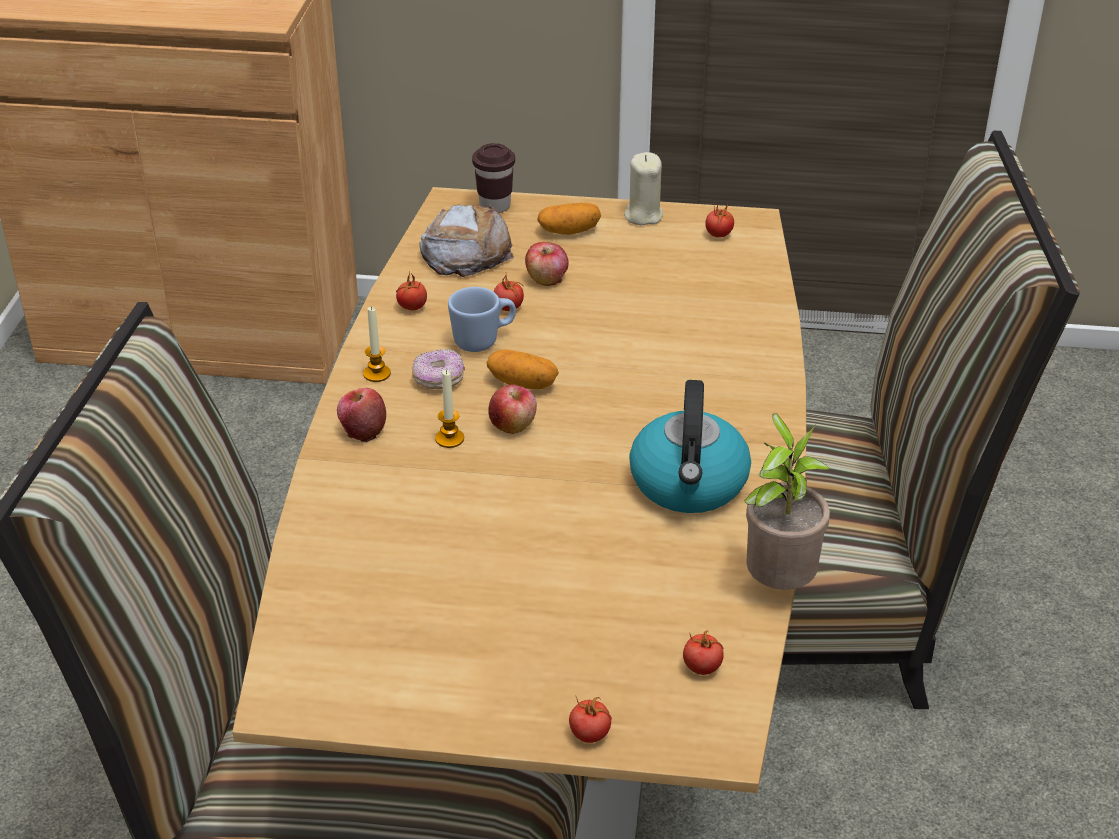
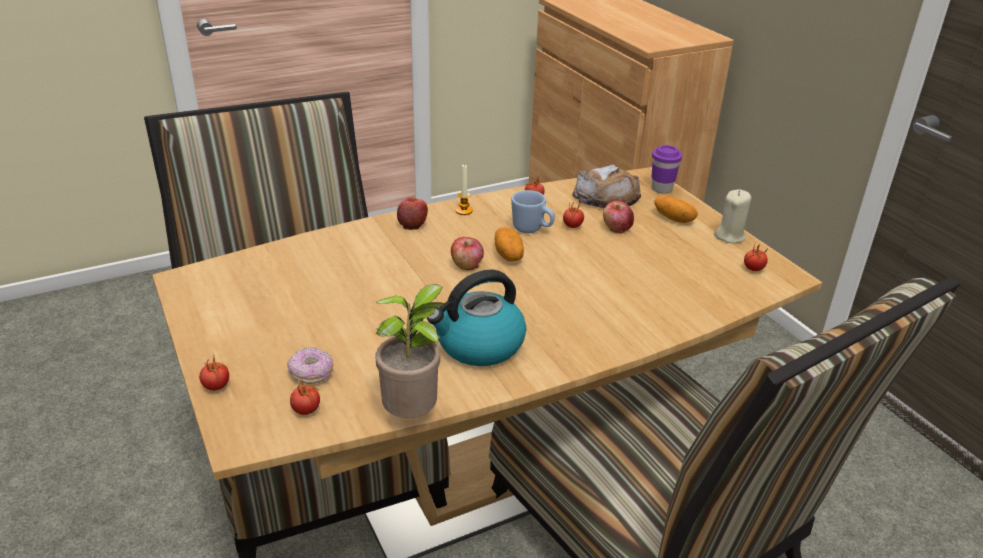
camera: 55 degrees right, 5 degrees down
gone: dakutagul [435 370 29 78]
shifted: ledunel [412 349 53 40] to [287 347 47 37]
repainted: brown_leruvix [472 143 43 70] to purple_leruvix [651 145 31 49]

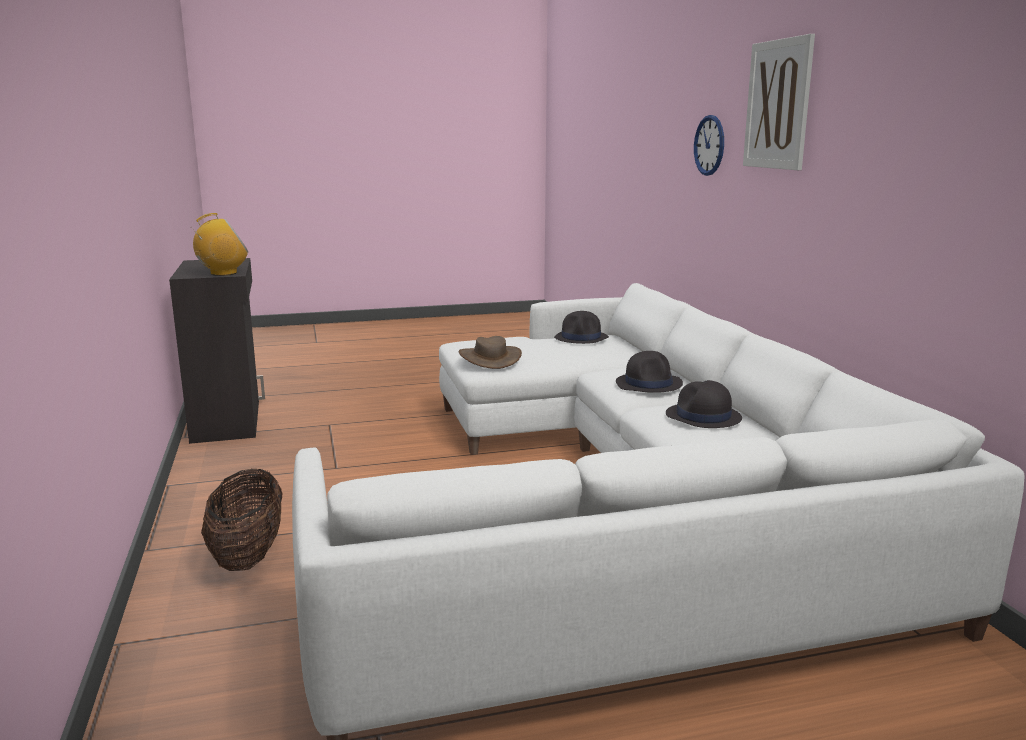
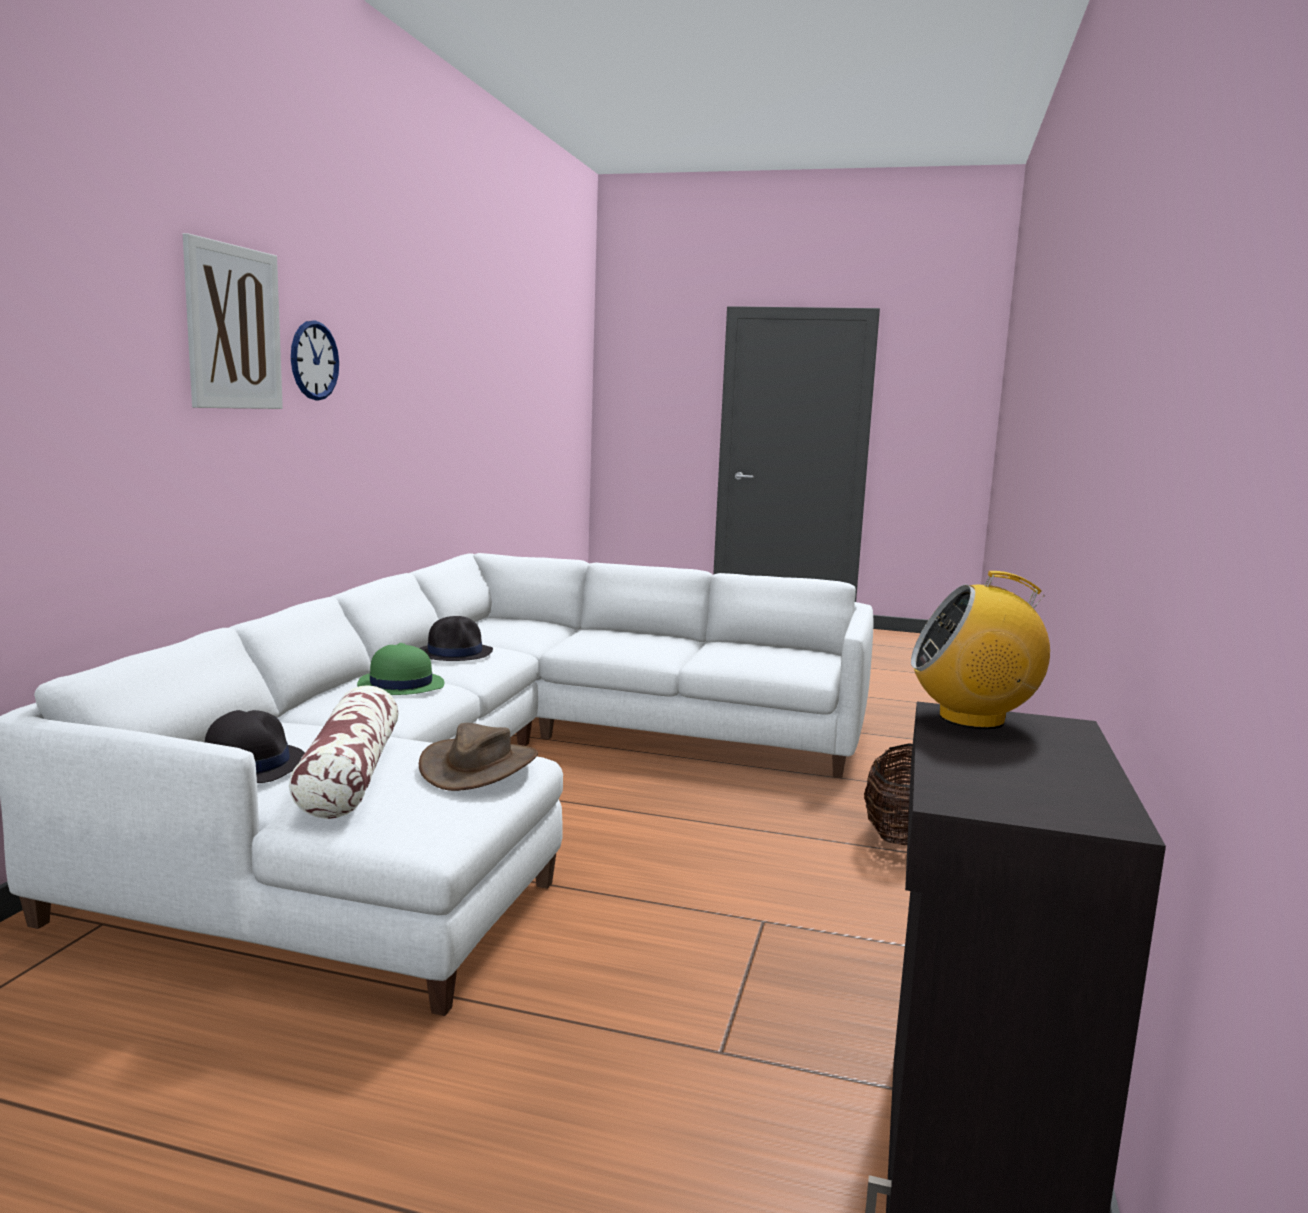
camera: 150 degrees left, 5 degrees down
new: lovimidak [289 685 110 134]
shifted: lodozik [694 115 30 61] to [291 321 48 79]
repainted: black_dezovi [616 351 67 42] to green_dezovi [357 643 87 52]

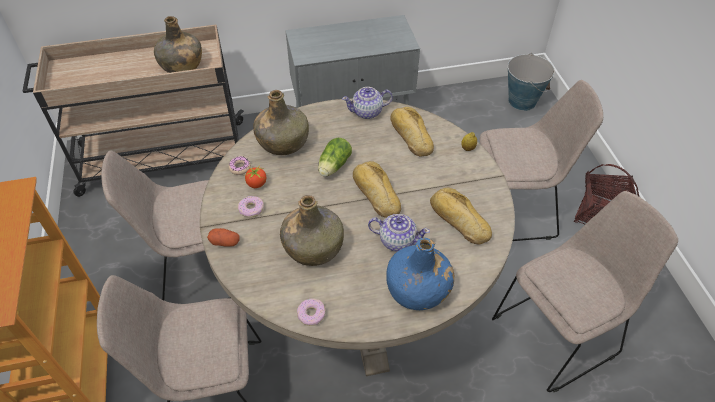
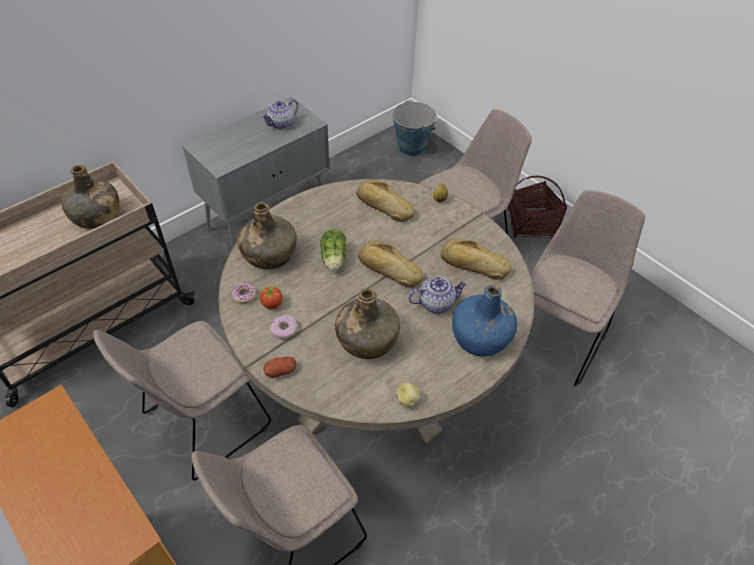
camera: 30 degrees left, 0 degrees up
shifted: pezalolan [342 87 51 32] to [261 99 37 30]
swapped: ledunel [297 299 28 27] to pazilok [396 383 24 24]

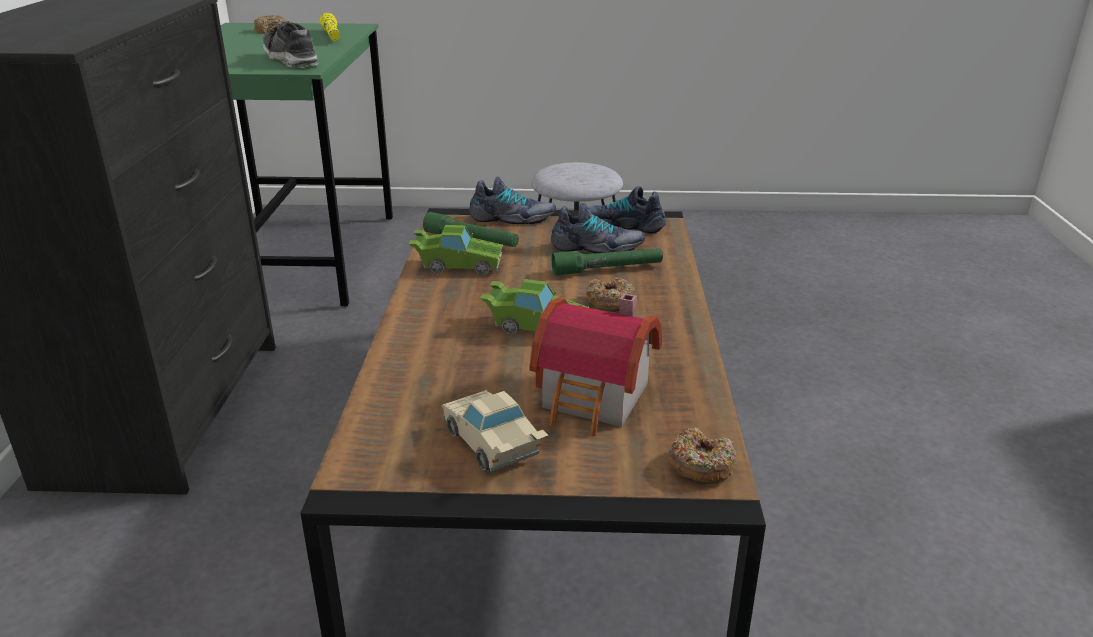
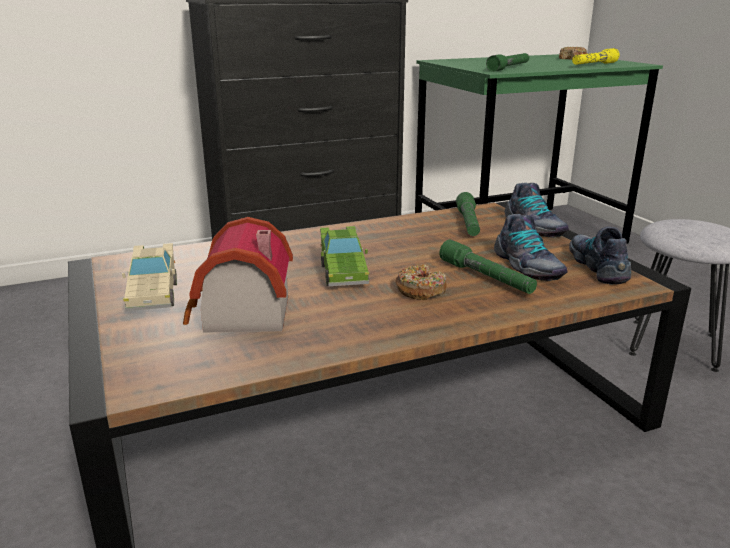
camera: 65 degrees right, 5 degrees down
gone: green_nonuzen [408 225 95 51]; ledunel [669 428 68 56]
swapped: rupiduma [263 21 56 46] to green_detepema [486 53 43 19]
rotated: beige_nonuzen [441 390 107 82] = [122 243 55 68] 135 degrees clockwise

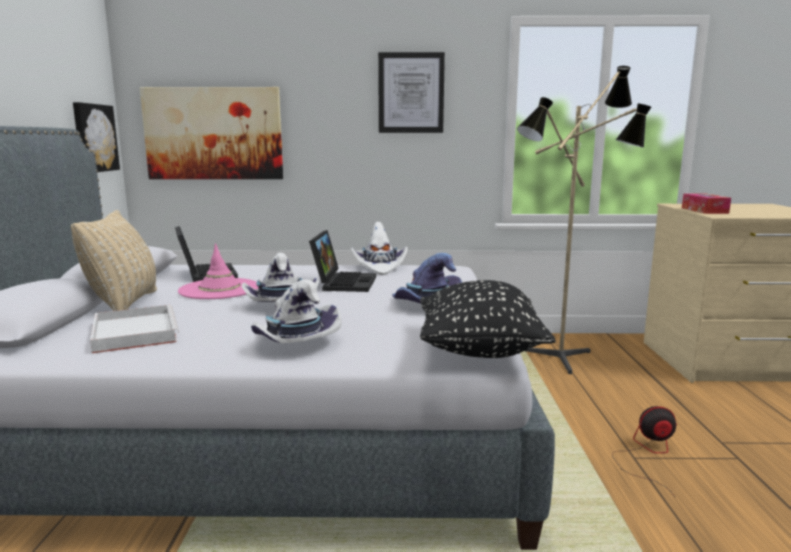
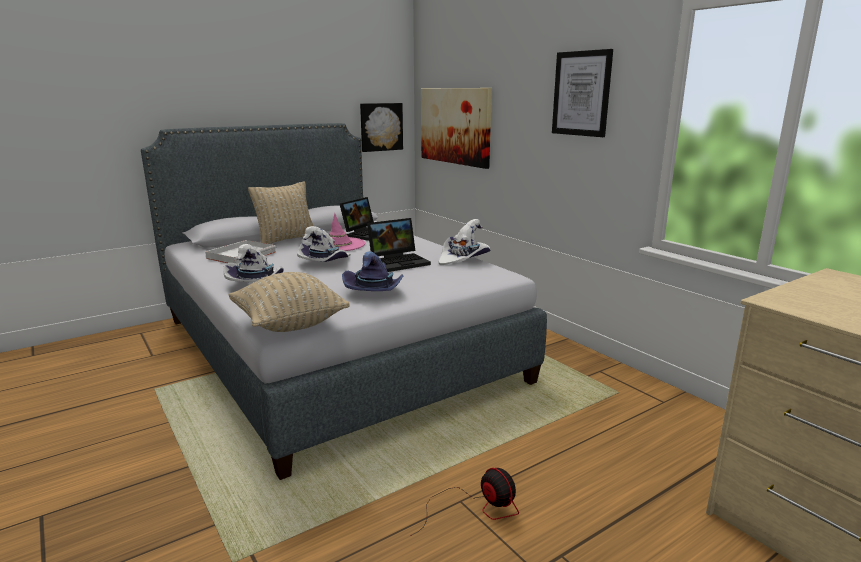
camera: 55 degrees right, 5 degrees up
gone: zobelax [517 66 134 308]; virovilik [682 193 49 21]
repainted: black_lovimidak [420 280 136 78] to beige_lovimidak [228 272 122 60]

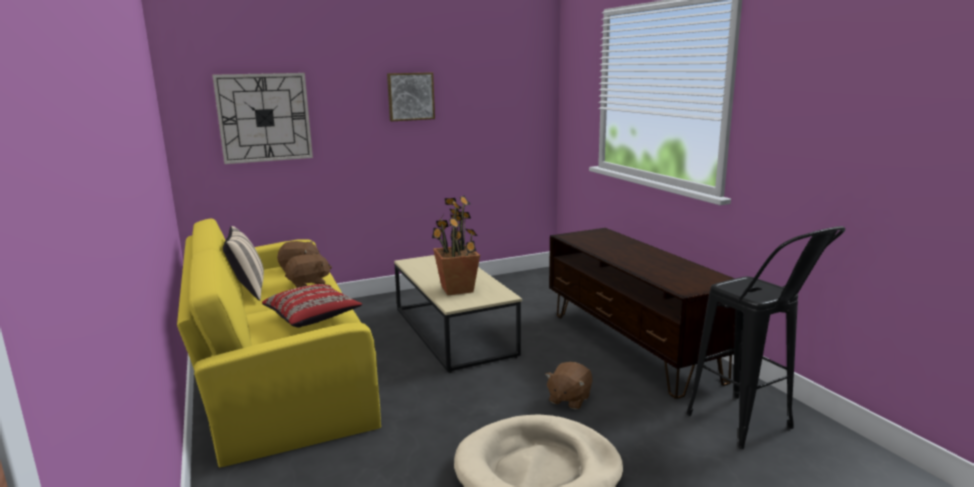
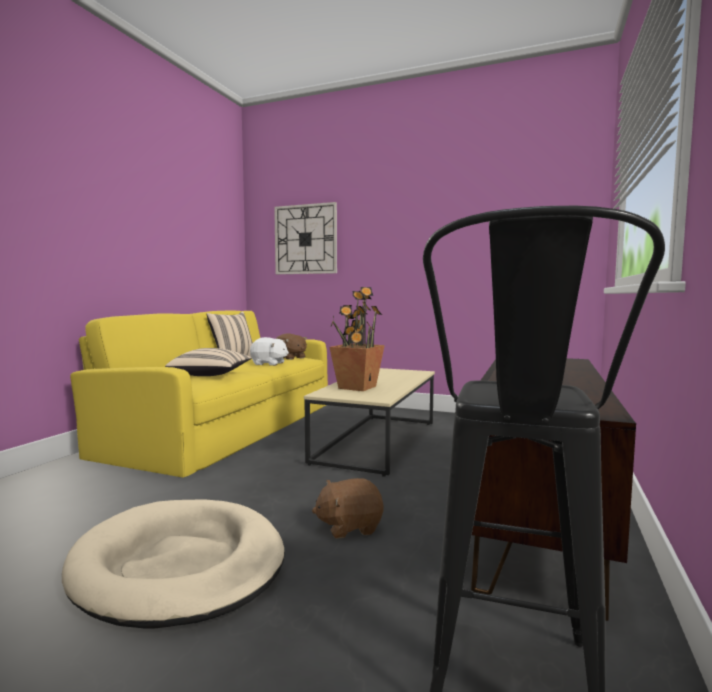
camera: 45 degrees right, 10 degrees down
gone: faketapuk [387 72 48 49]
repainted: red_lovimidak [262 284 100 44] to beige_lovimidak [165 348 87 28]; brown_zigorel [285 253 47 35] to white_zigorel [250 337 39 29]

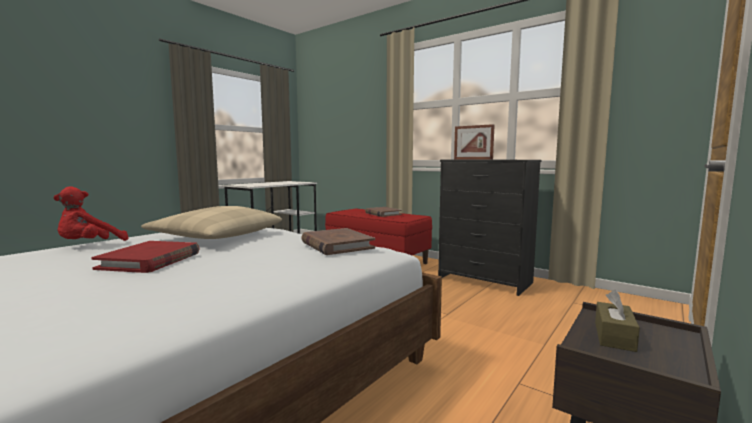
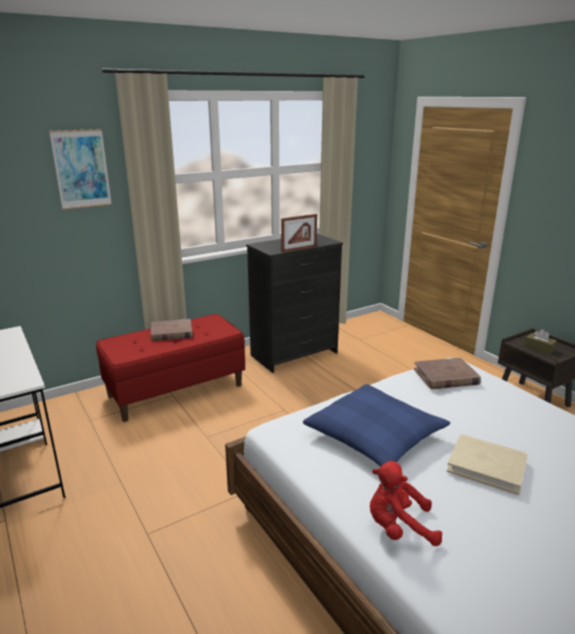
camera: 70 degrees left, 15 degrees up
new: faketapuk [49 129 63 81]
repainted: beige_lovimidak [141 206 141 33] to blue_lovimidak [303 384 147 83]; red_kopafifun [91 241 109 32] to beige_kopafifun [447 434 81 61]
rotated: red_zigorel [53 186 75 55] = [370 461 72 85] 135 degrees clockwise

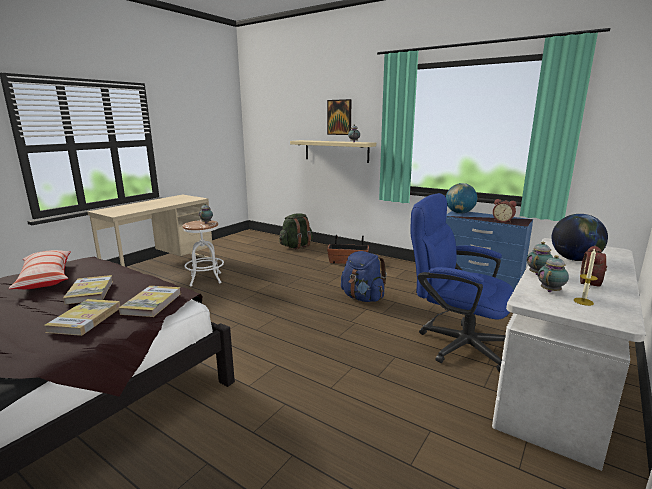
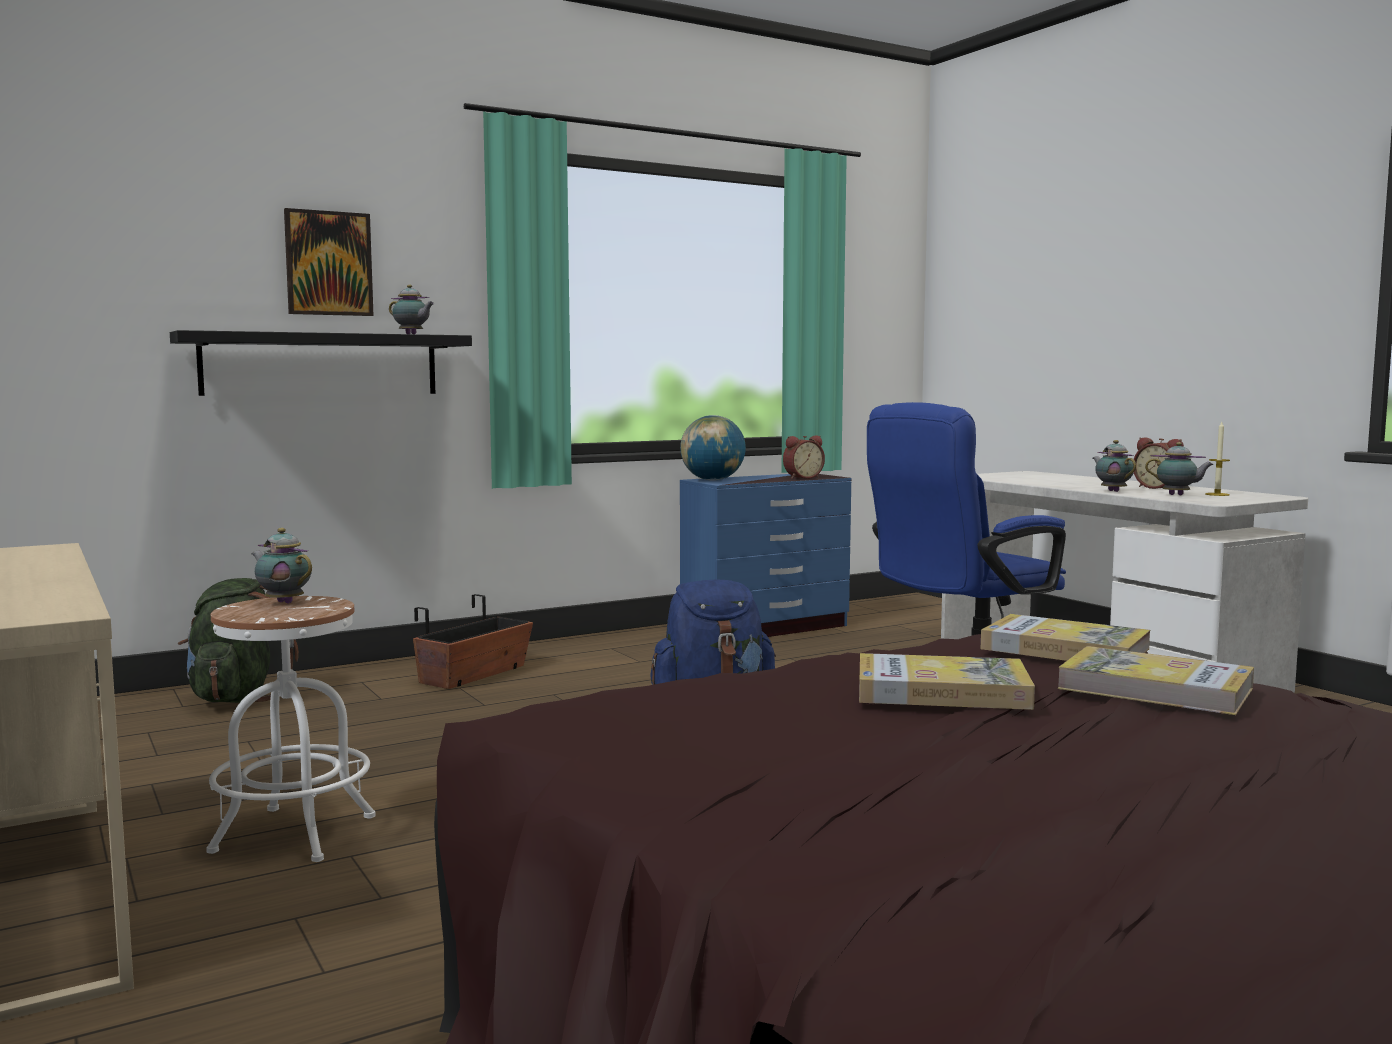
camera: 65 degrees left, 10 degrees down
gone: lovimidak [8 250 63 39]; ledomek [552 214 56 47]
repainted: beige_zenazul [290 140 86 23] to black_zenazul [170 330 302 66]
rotated: pezalolan [538 255 31 37] = [1145 442 69 53] 135 degrees clockwise

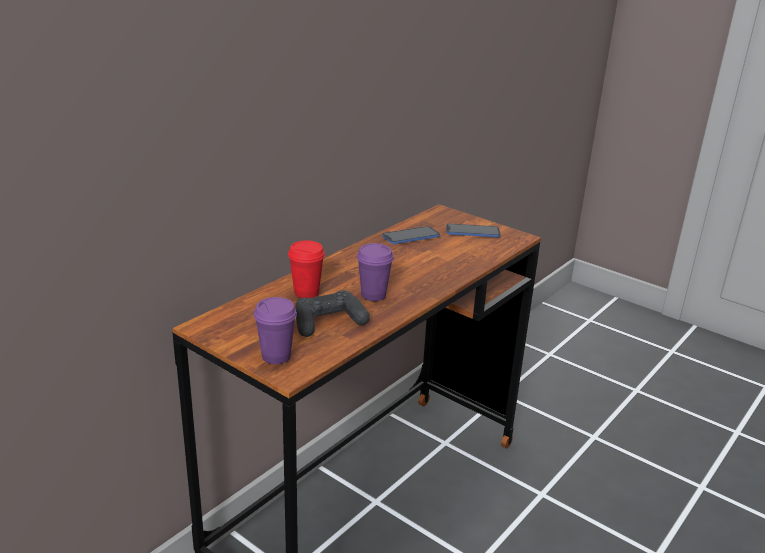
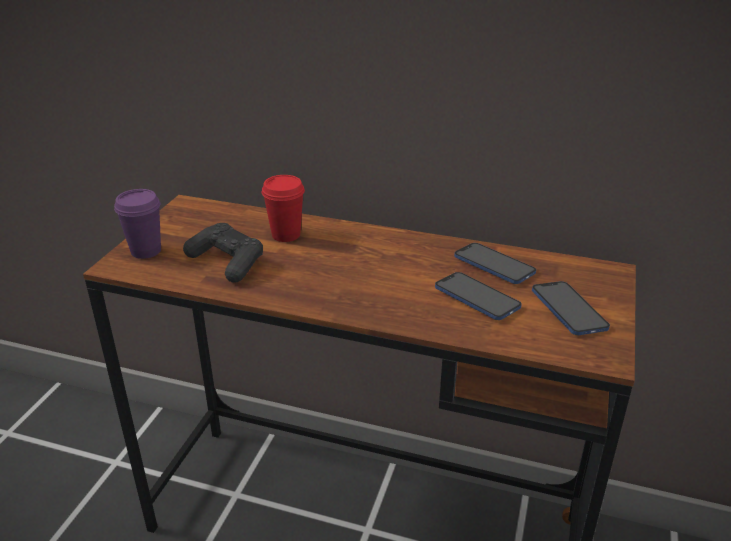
camera: 70 degrees right, 5 degrees up
gone: purple_leruvix [357 243 37 58]
new: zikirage [435 272 87 48]

